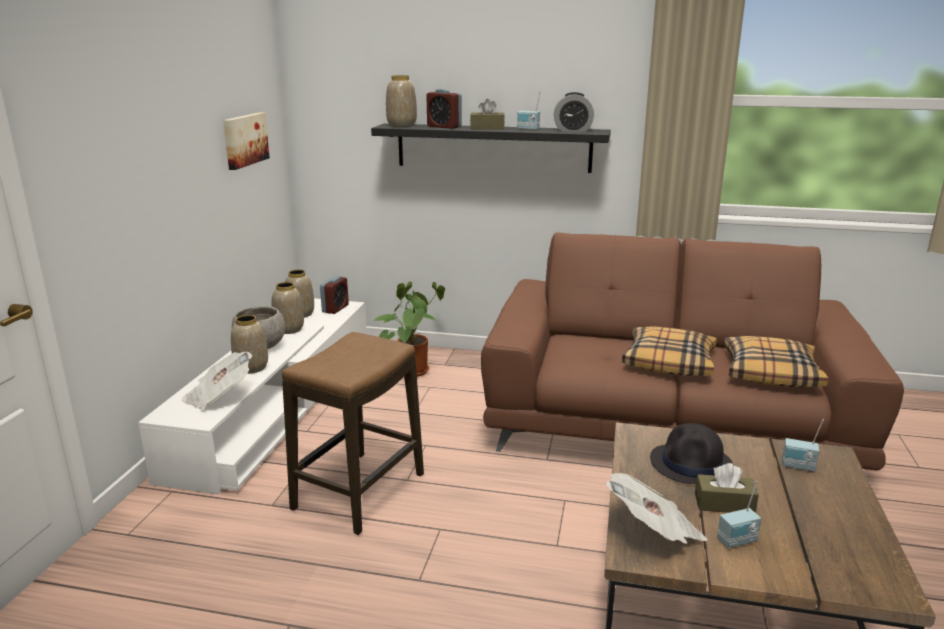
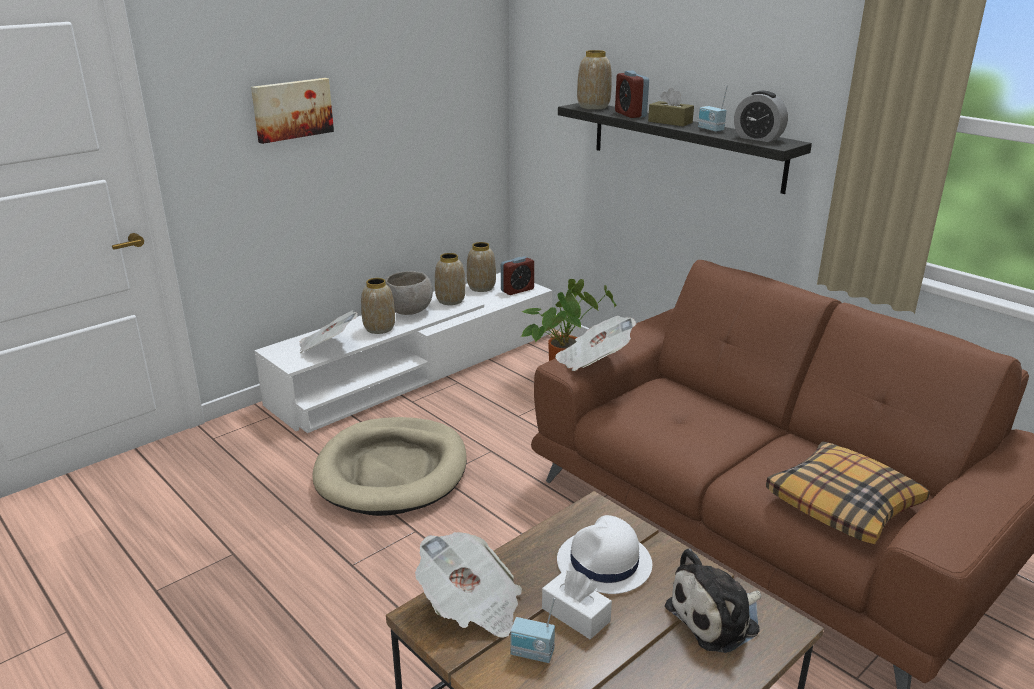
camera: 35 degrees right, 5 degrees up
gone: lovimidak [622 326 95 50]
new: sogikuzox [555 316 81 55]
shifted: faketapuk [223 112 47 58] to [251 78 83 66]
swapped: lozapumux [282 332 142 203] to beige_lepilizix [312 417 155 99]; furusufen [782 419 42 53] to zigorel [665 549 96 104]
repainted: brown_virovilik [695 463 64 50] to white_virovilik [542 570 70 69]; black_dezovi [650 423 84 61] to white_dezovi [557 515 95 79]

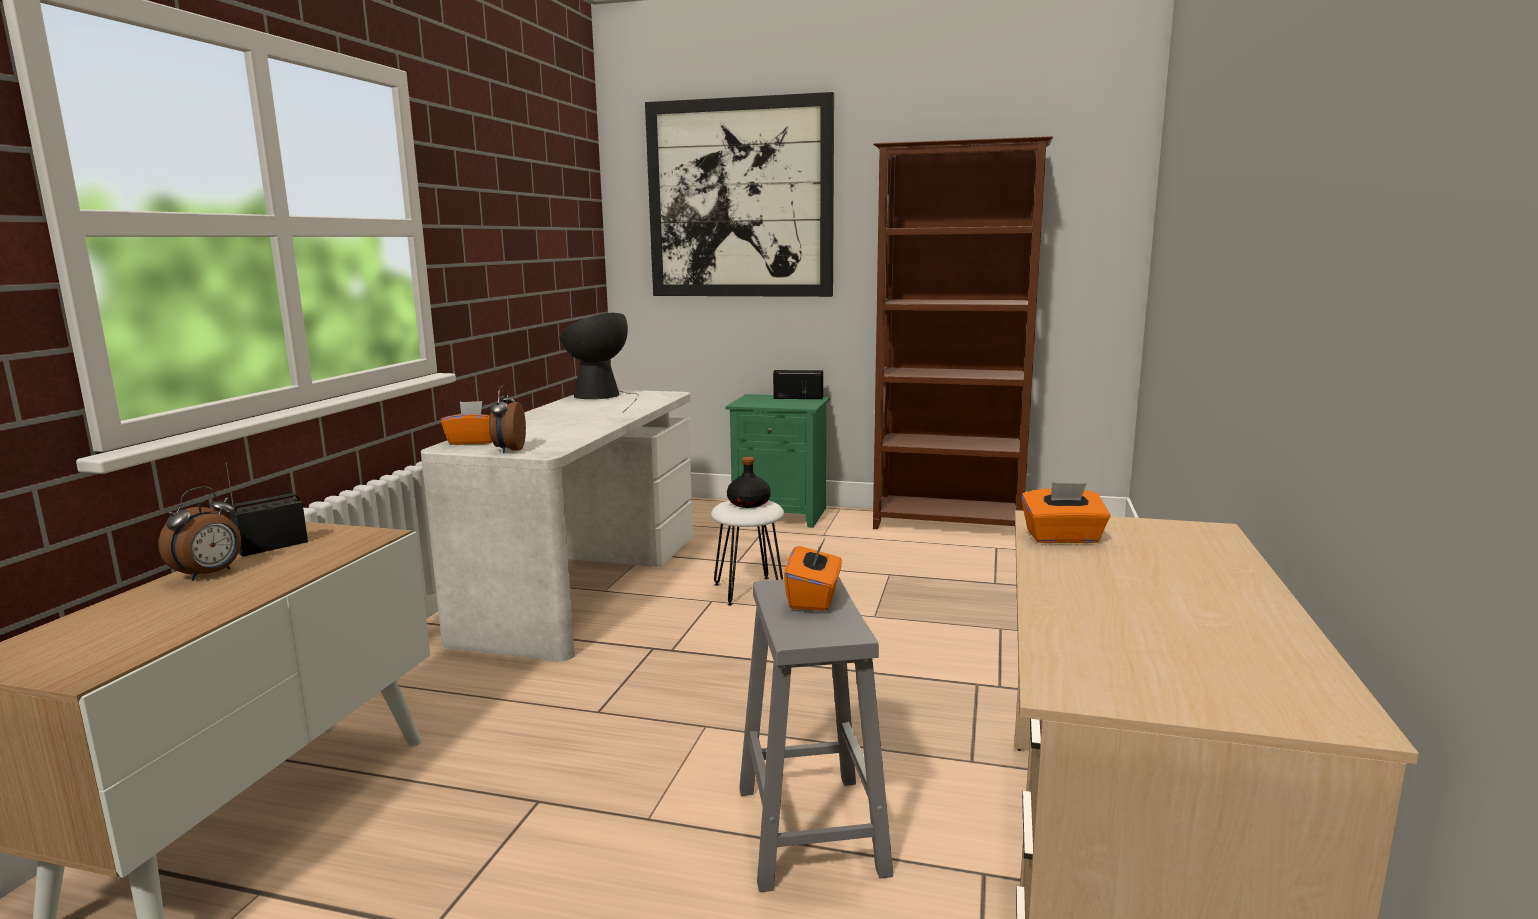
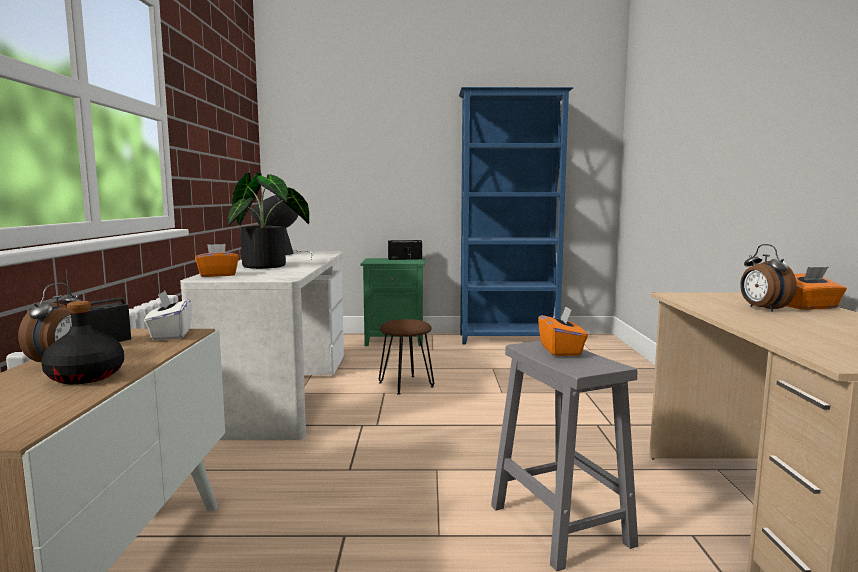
camera: 15 degrees left, 5 degrees down
gone: faketapuk [645 92 189 205]
new: white_virovilik [144 291 48 49]; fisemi [228 173 81 96]
shifted: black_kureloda [727 457 44 51] to [41 301 83 83]; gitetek [489 386 37 67] to [740 244 57 68]; orange_virovilik [1021 482 89 61] to [787 267 60 43]
repainted: white_lozapumux [711 500 73 106] to brown_lozapumux [379 319 55 76]; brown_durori [873 136 180 393] to blue_durori [459 87 115 257]

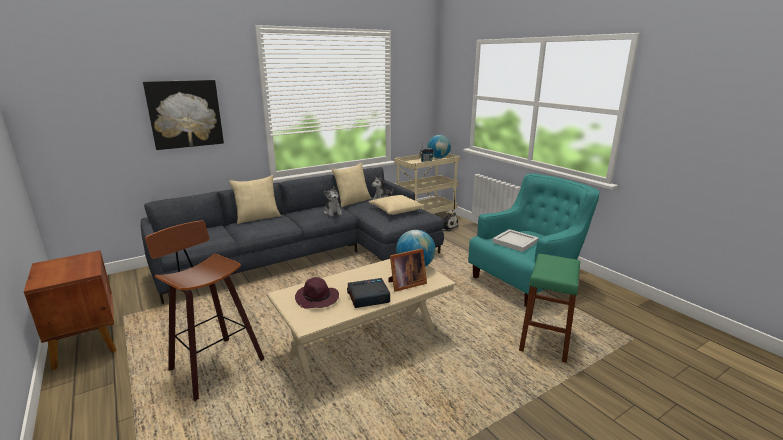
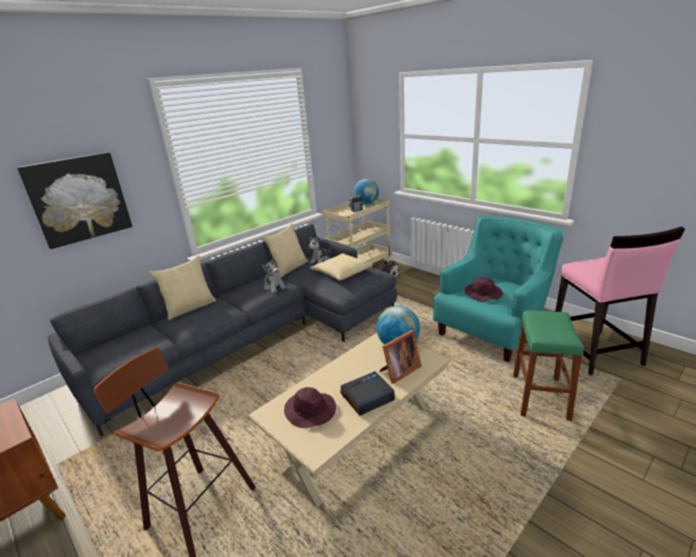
camera: 10 degrees left, 5 degrees up
new: pink_lozapumux [555 226 130 150]
swapped: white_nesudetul [492 229 46 23] to purple_dezovi [465 277 38 24]

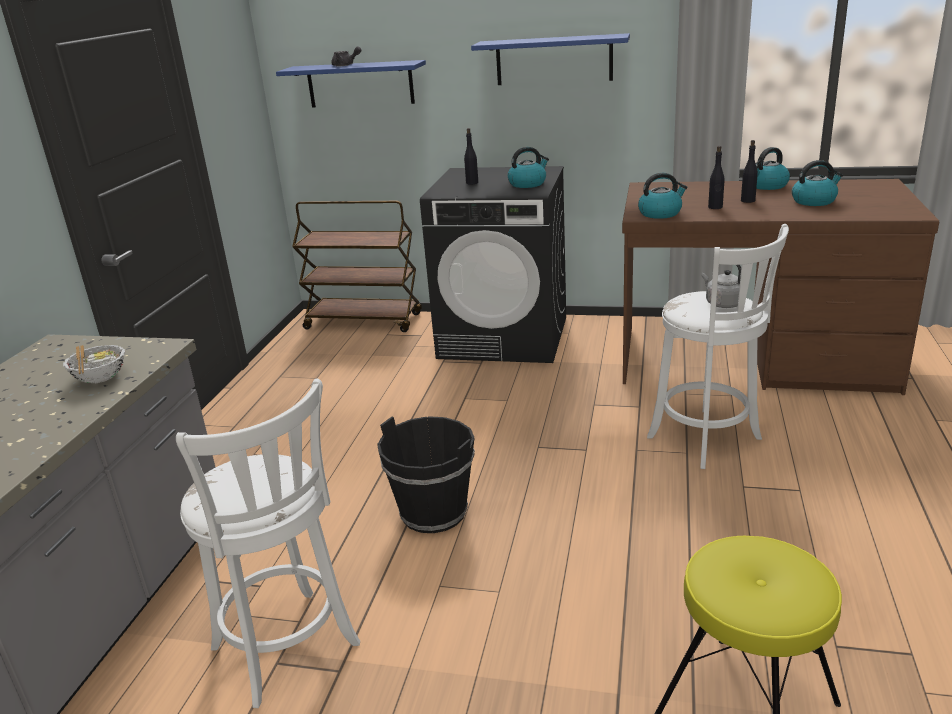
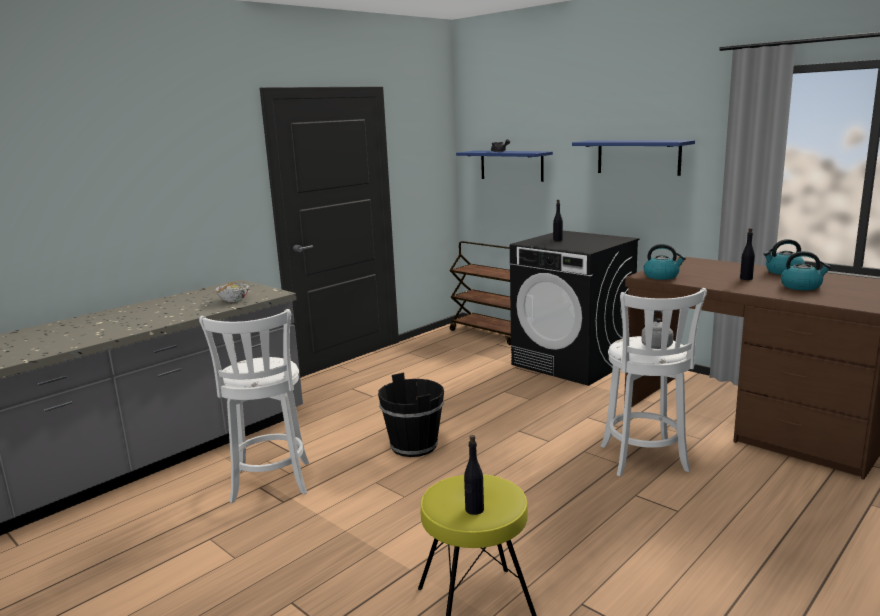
camera: 30 degrees right, 10 degrees down
gone: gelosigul [508 147 41 41]
shifted: black_kureloda [708 146 17 63] to [464 435 20 80]

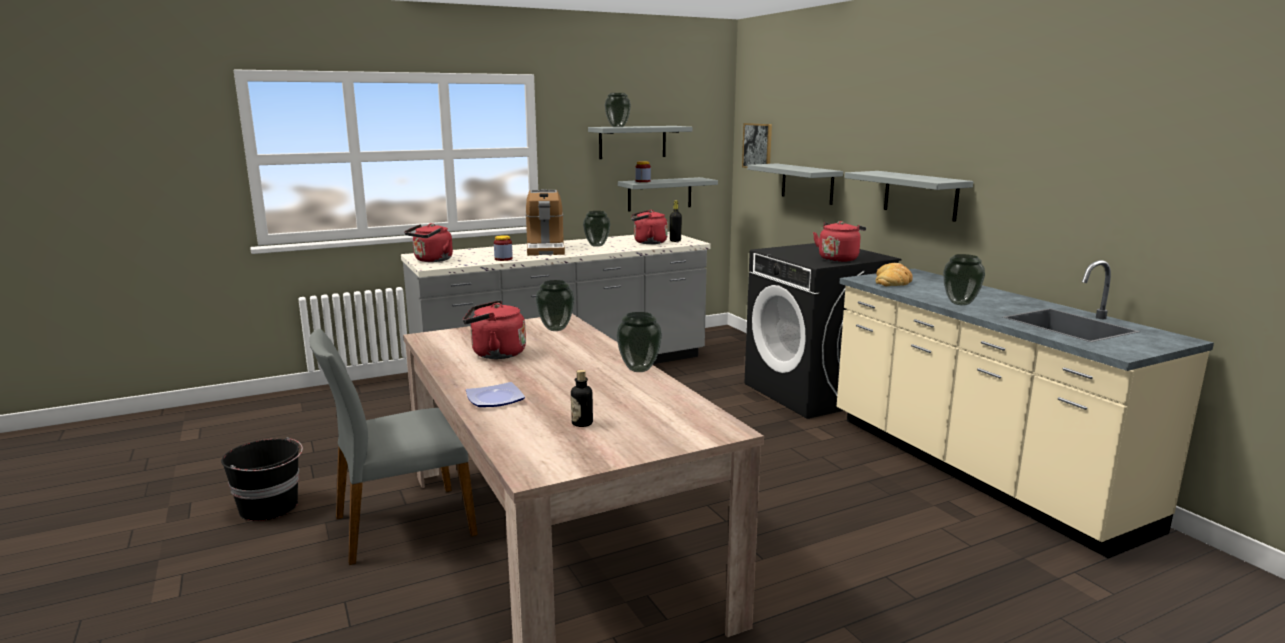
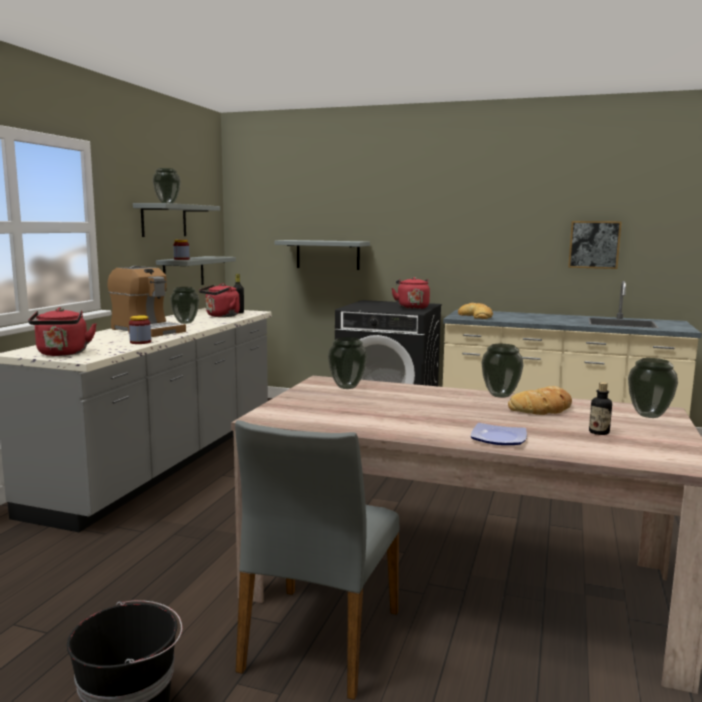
camera: 45 degrees left, 5 degrees down
gone: red_gelosigul [463 301 63 58]; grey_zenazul [845 171 128 51]
new: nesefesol [508 386 64 29]
shifted: faketapuk [742 123 30 45] to [568 221 54 48]; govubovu [943 254 42 51] to [628 358 50 60]

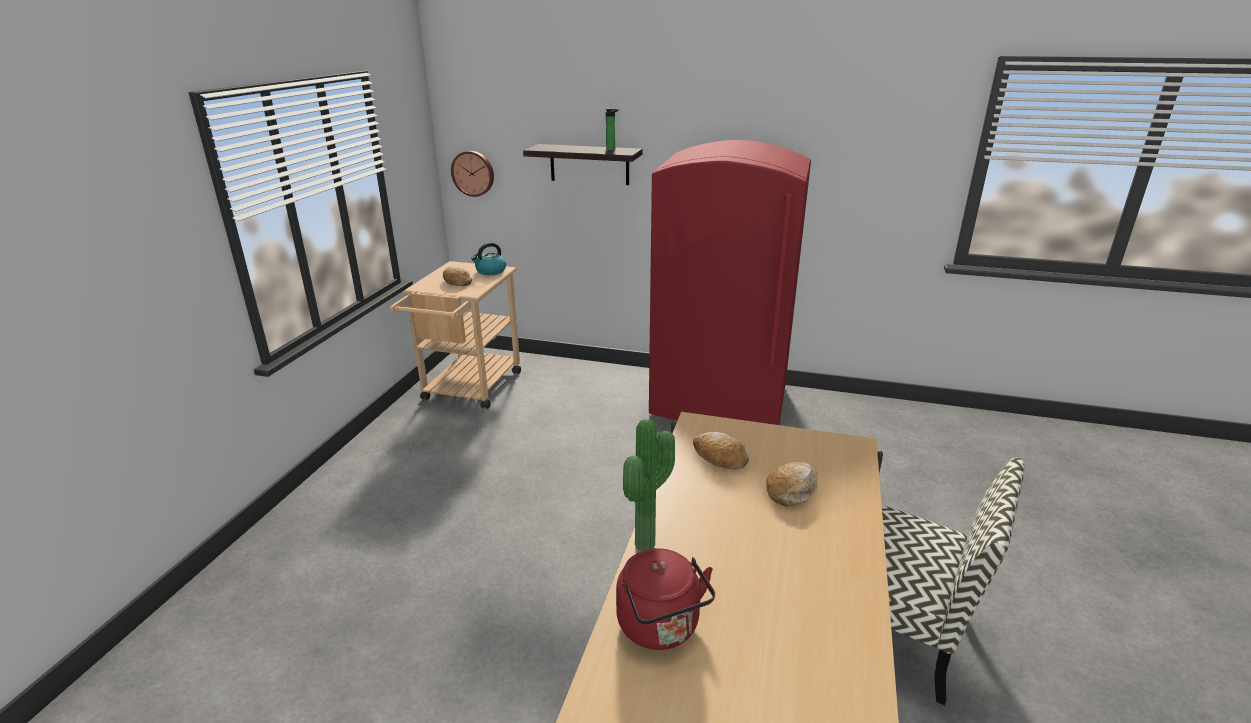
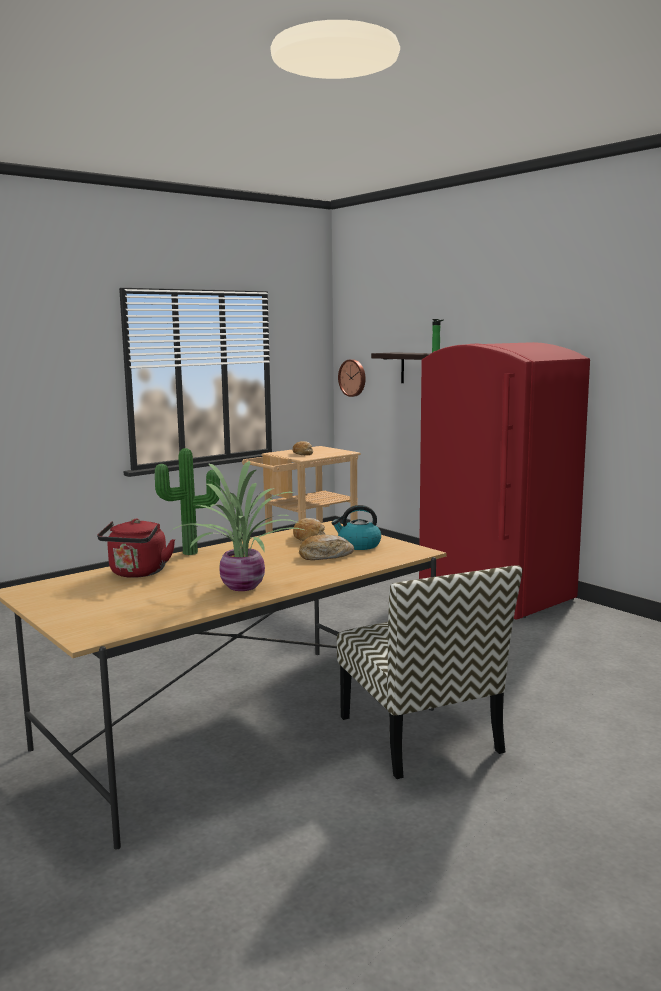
camera: 35 degrees right, 15 degrees down
new: fisemi [168 461 140 130]
shifted: gelosigul [471 243 35 32] to [332 505 49 45]

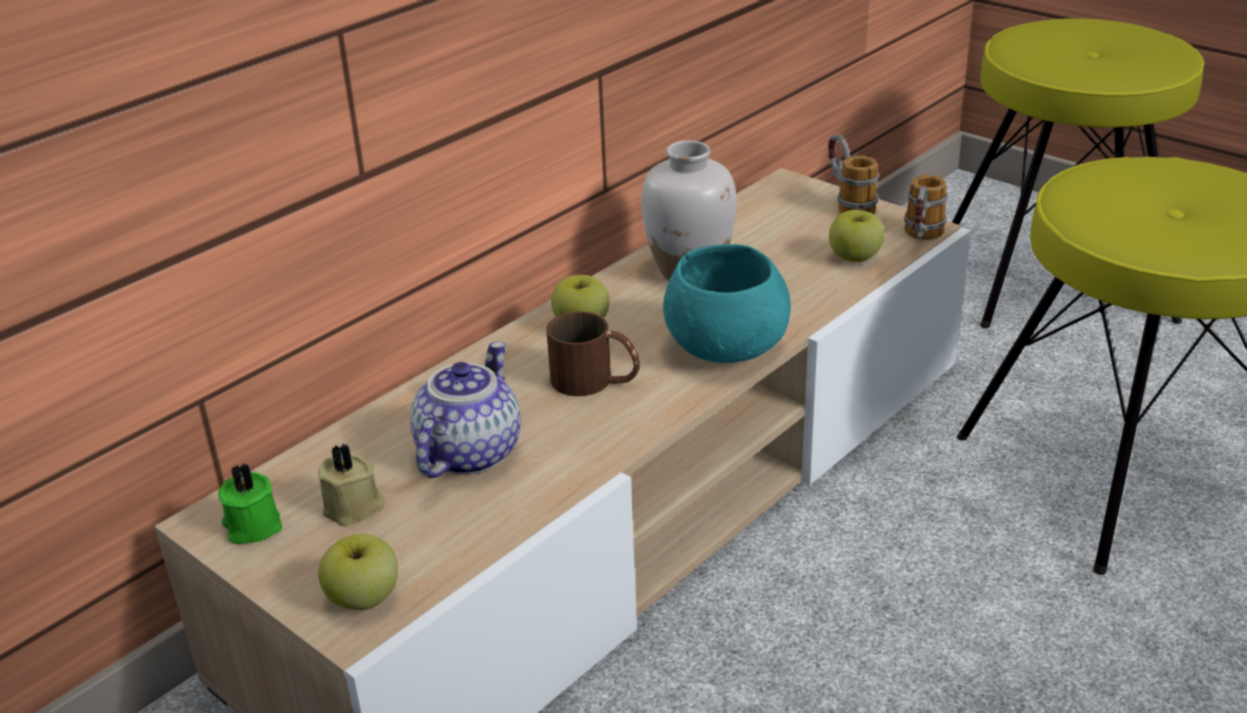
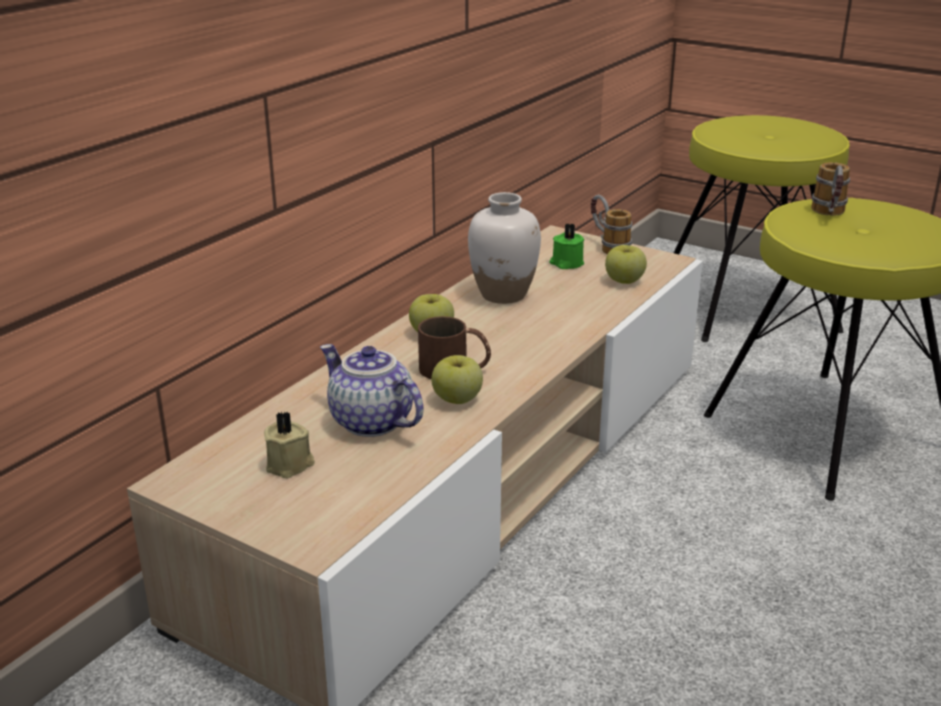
camera: 10 degrees left, 5 degrees down
gone: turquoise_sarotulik [663 244 128 119]
shifted: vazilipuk [318 534 80 76] to [431 355 52 49]; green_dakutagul [218 463 65 81] to [549 223 35 46]; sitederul [904 175 44 65] to [811 162 39 54]
rotated: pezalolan [410 342 111 136] = [320 344 103 93] 60 degrees counterclockwise

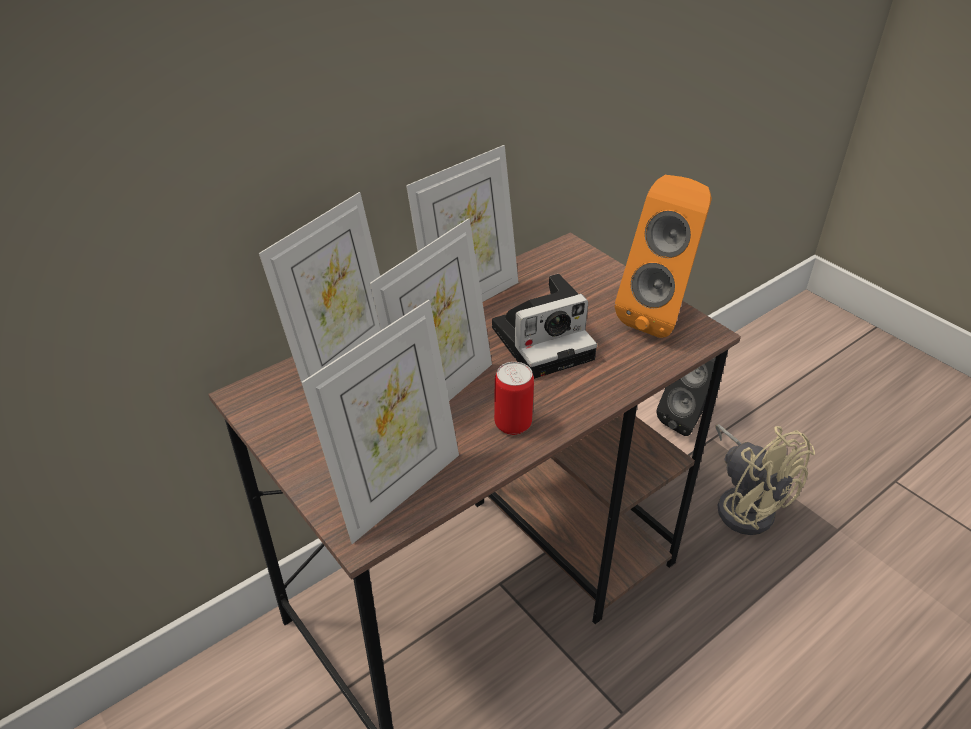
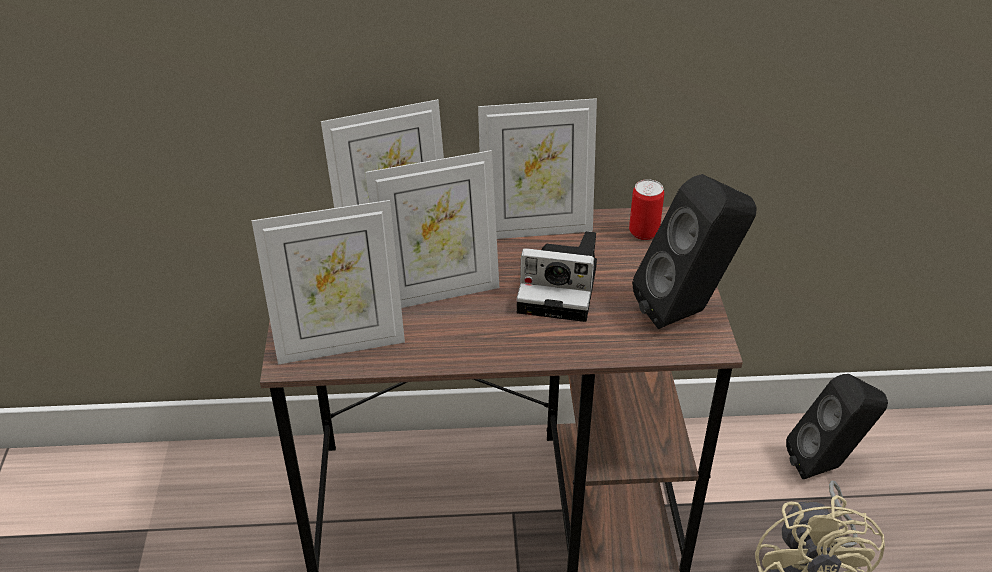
camera: 35 degrees right, 0 degrees up
shifted: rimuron [494 362 40 73] to [629 179 35 61]
repainted: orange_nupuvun [615 175 97 163] to black_nupuvun [632 174 125 155]

